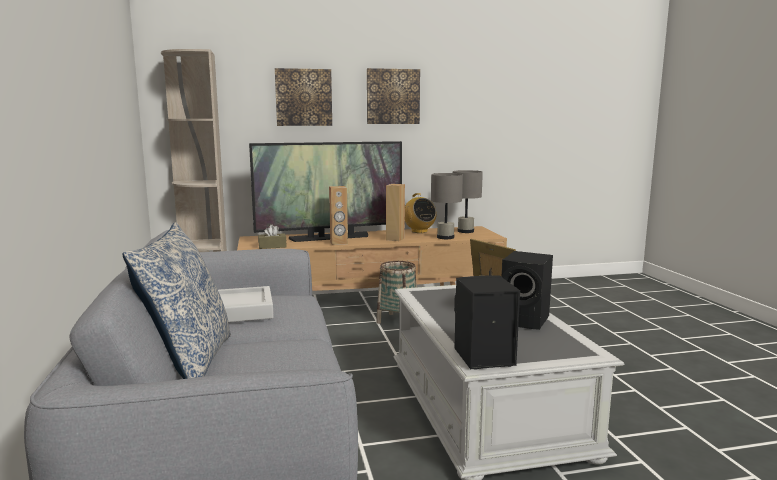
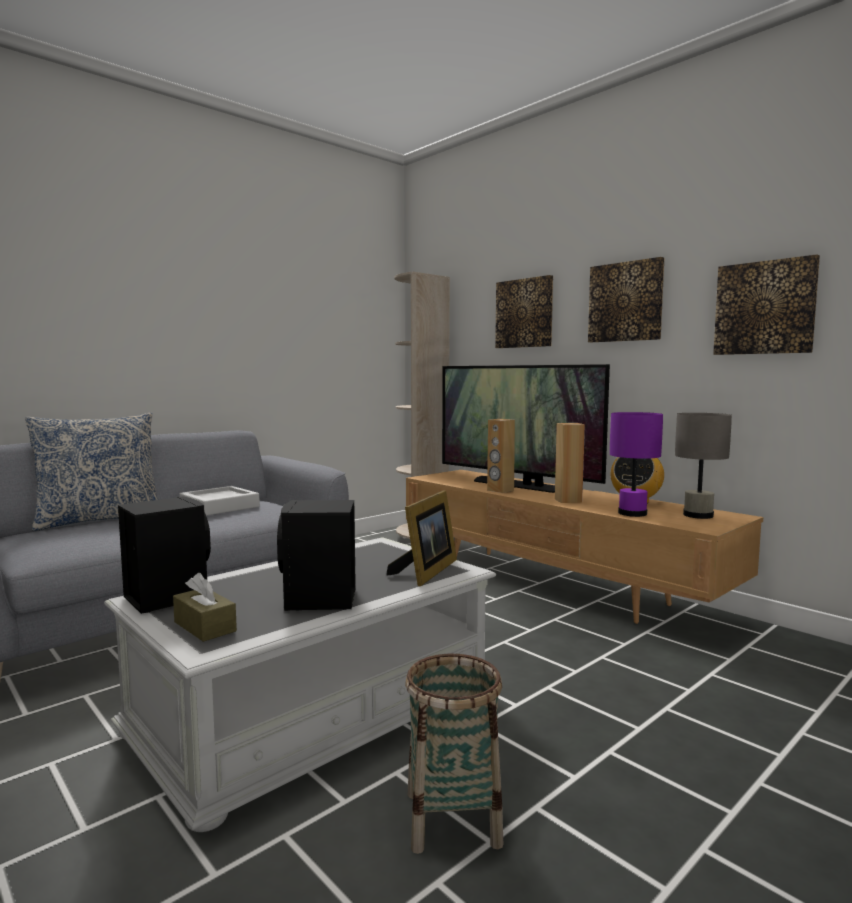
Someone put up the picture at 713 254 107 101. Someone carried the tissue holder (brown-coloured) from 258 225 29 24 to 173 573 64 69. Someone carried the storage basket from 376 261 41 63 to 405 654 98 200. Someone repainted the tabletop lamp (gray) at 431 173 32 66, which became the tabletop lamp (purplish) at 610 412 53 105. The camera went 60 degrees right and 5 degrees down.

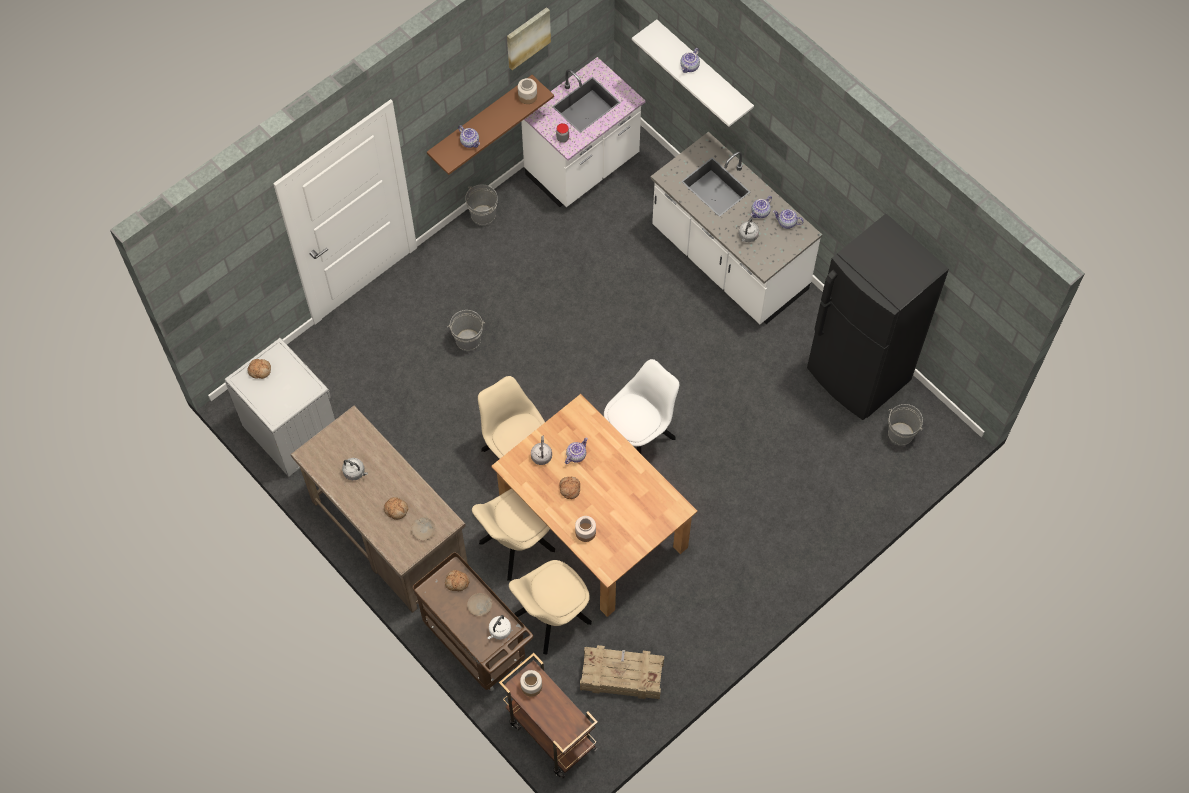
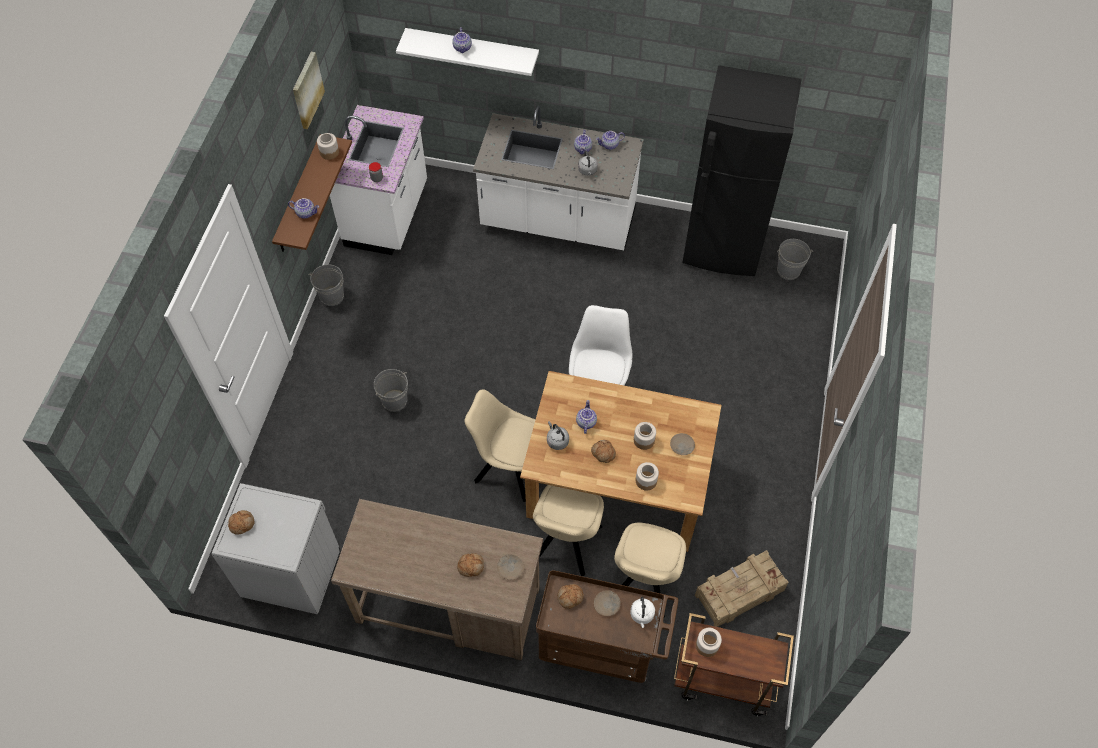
Someone took away the kettle (gray) at 342 458 26 22. Someone put down the preserve jar at 634 422 22 28. Someone put down the flat dish (beige) at 670 433 25 22. The camera went 35 degrees left and 5 degrees down.

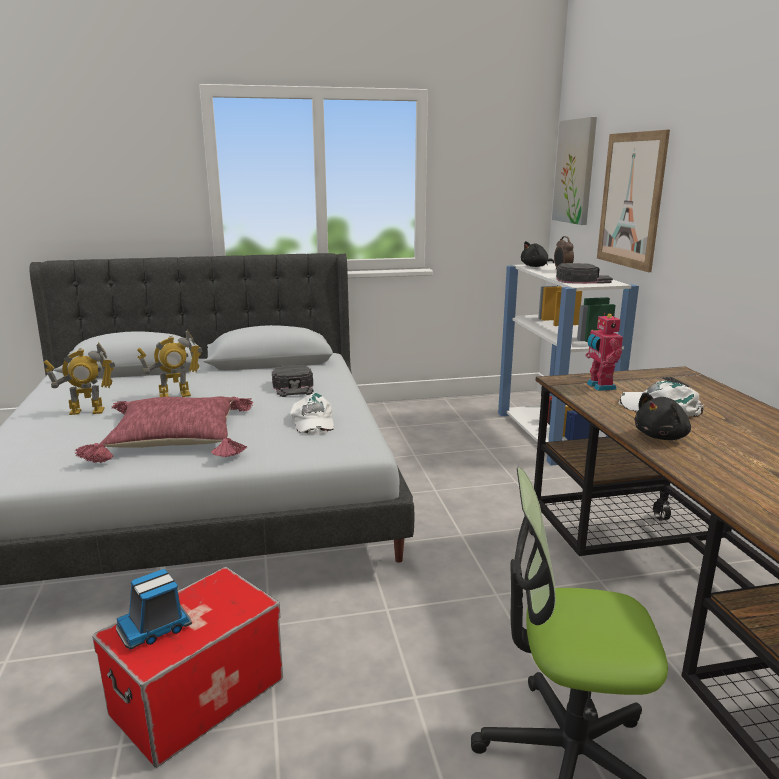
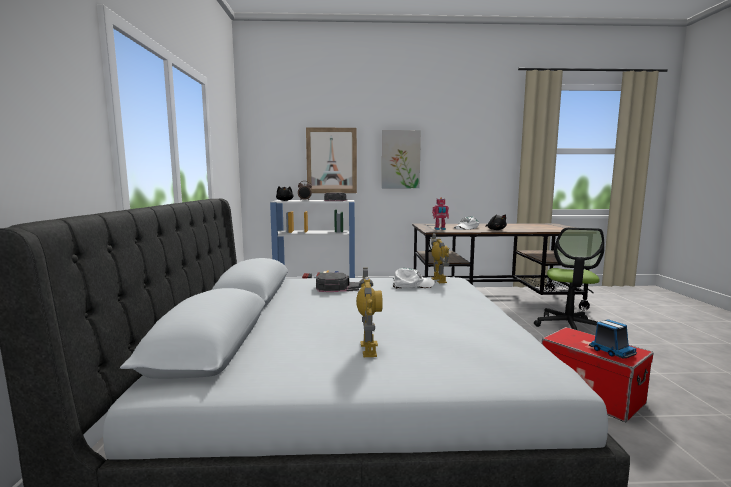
Someone took away the throw pillow (reddish) at 75 396 178 67. Someone carried the model robot from 137 330 66 67 to 431 233 18 50. Someone carried the picture from 552 117 45 108 to 382 130 39 58. The camera went 80 degrees left and 10 degrees down.

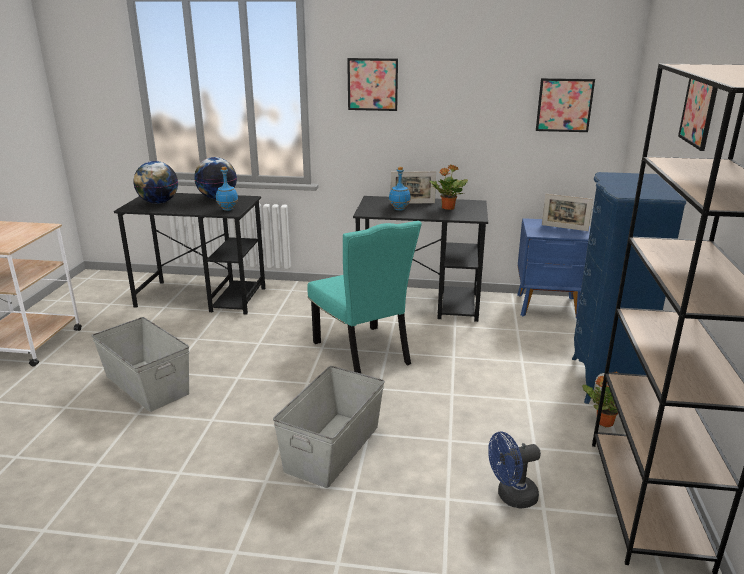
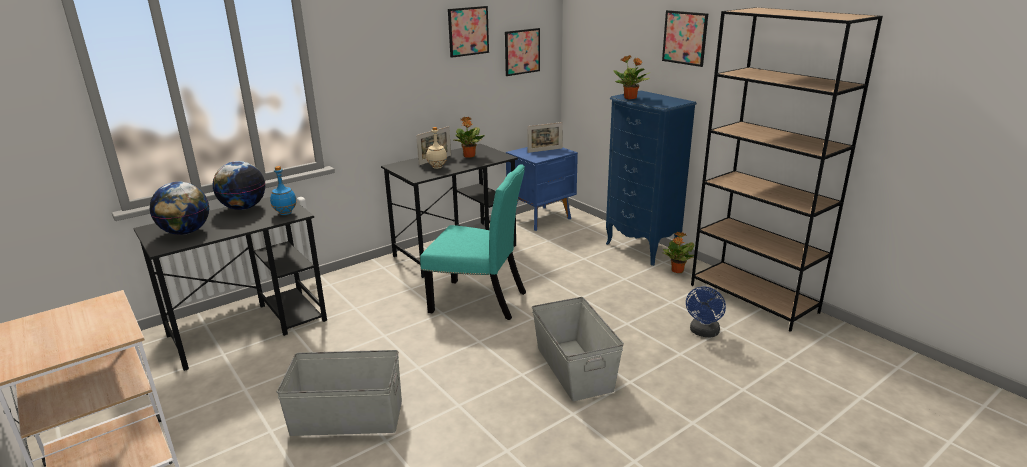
Someone put down the plant in a pot at 613 55 38 44. Someone carried the picture from 347 58 51 53 to 448 6 41 52. Someone repainted the beverage bottle (blue) at 389 166 22 45, which became the beverage bottle (beige) at 426 127 21 42. The camera went 45 degrees left and 0 degrees up.

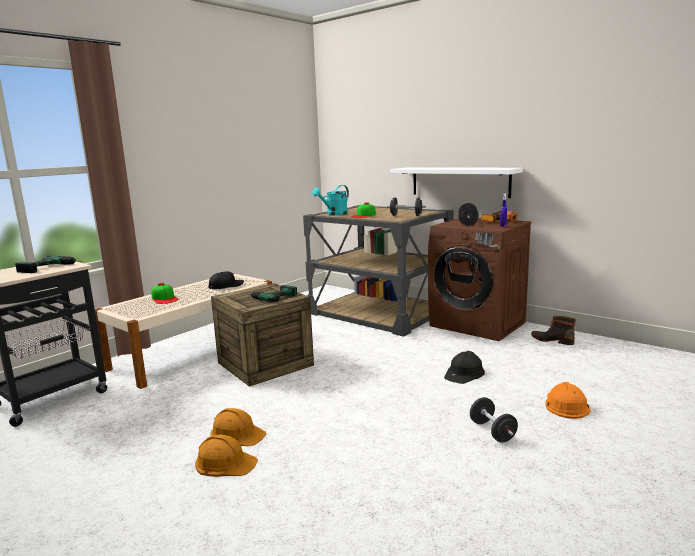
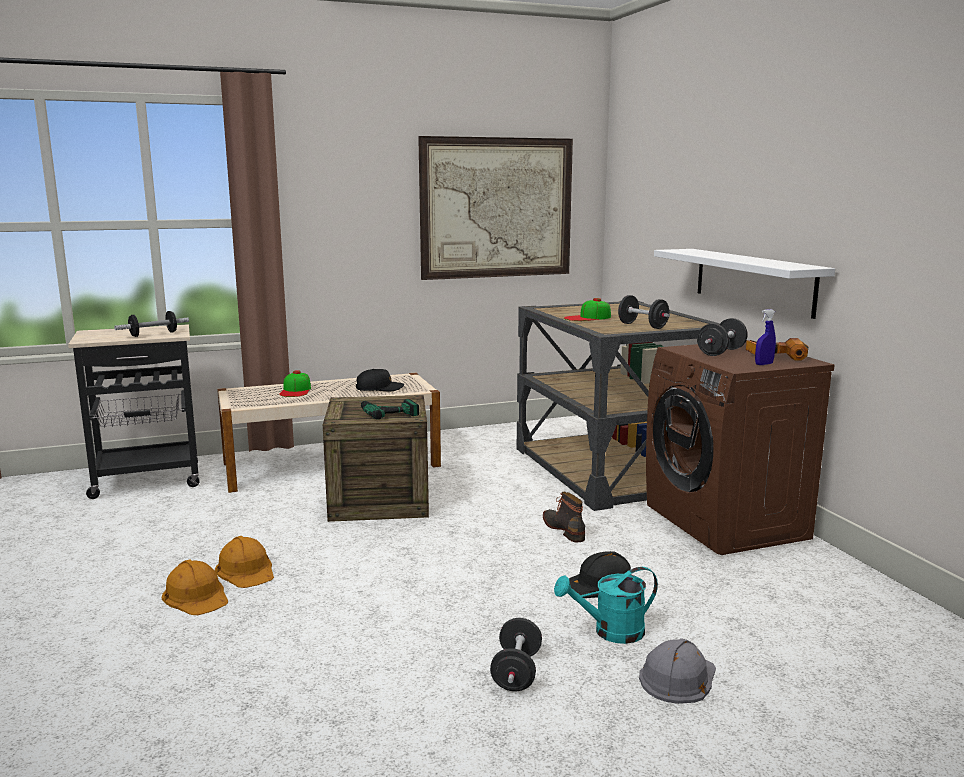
Someone put up the picture at 418 136 155 144. Someone carried the sprinkling can (blue-green) from 312 185 37 31 to 554 567 104 77. Someone carried the high-top boot from 531 316 45 29 to 543 492 42 50. Someone swapped the electric drill at 15 256 67 17 for the hand weight at 114 311 75 26. Someone repainted the work helmet (orange-coloured) at 545 382 46 37, which became the work helmet (gray) at 639 638 77 66. The camera went 30 degrees right and 0 degrees up.

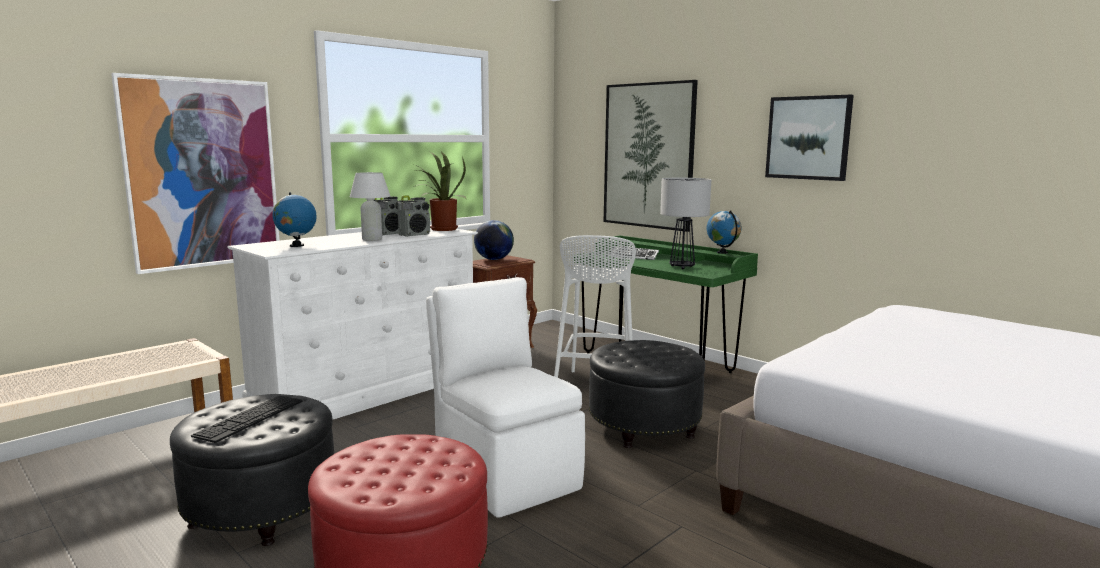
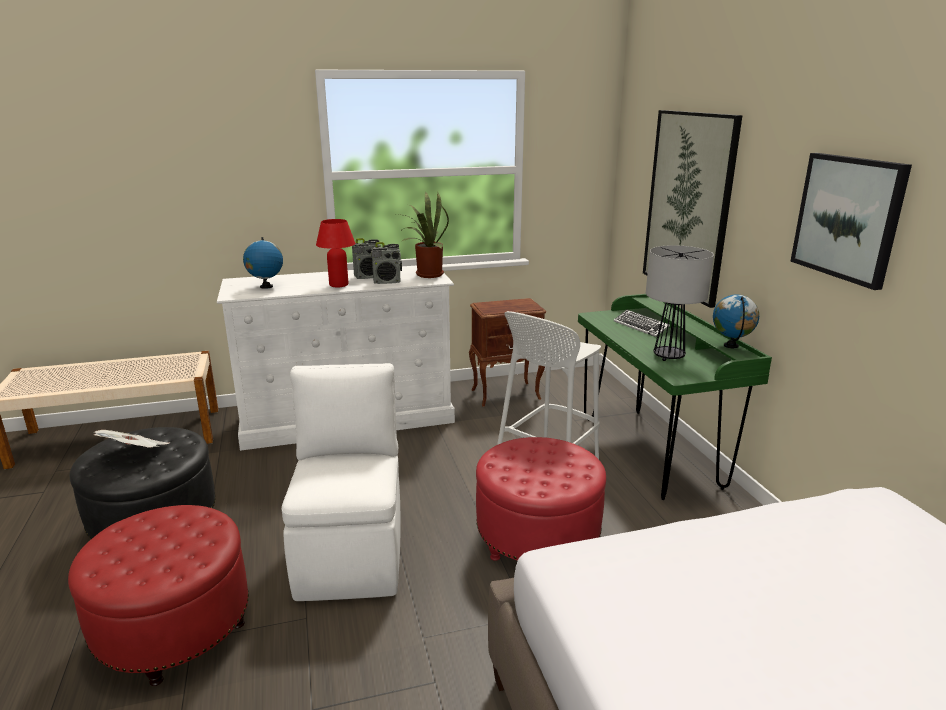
Someone took away the picture at 111 73 169 201. Someone took away the desk globe at 474 220 40 40. Someone swapped the keyboard at 191 396 112 47 for the newspaper at 94 430 75 18. Someone repainted the tabletop lamp (white) at 350 172 40 69, which became the tabletop lamp (reddish) at 316 219 39 68. Someone repainted the pouffe (black) at 589 340 116 108, which became the pouffe (reddish) at 476 437 130 124. The camera went 30 degrees right and 10 degrees up.

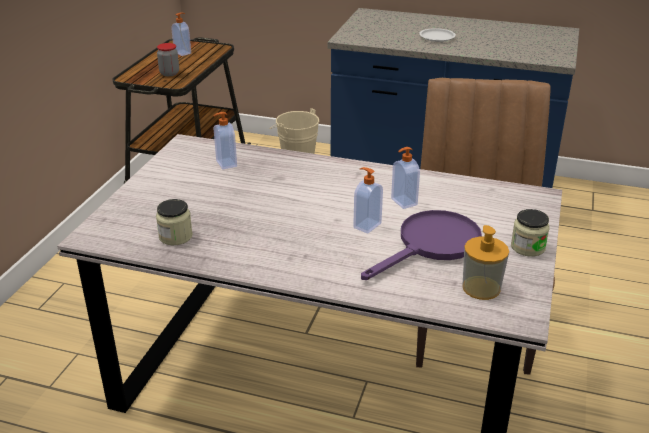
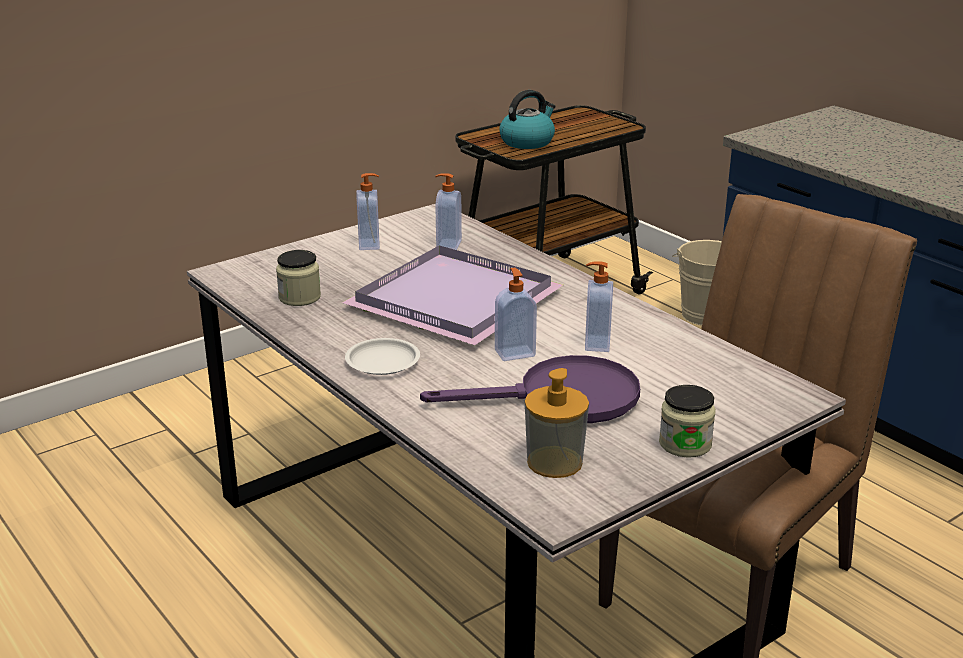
Someone put down the serving tray (purplish) at 342 246 221 99. Someone carried the soap dispenser from 171 12 20 44 to 356 173 24 77. Someone carried the flat dish (white) from 419 28 37 14 to 345 338 75 37. Someone swapped the preserve jar at 157 43 22 33 for the kettle at 499 90 57 59. The camera went 35 degrees right and 5 degrees down.

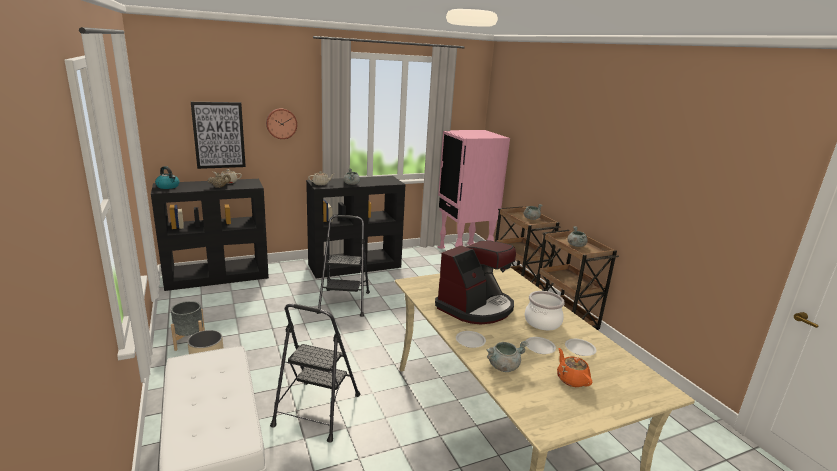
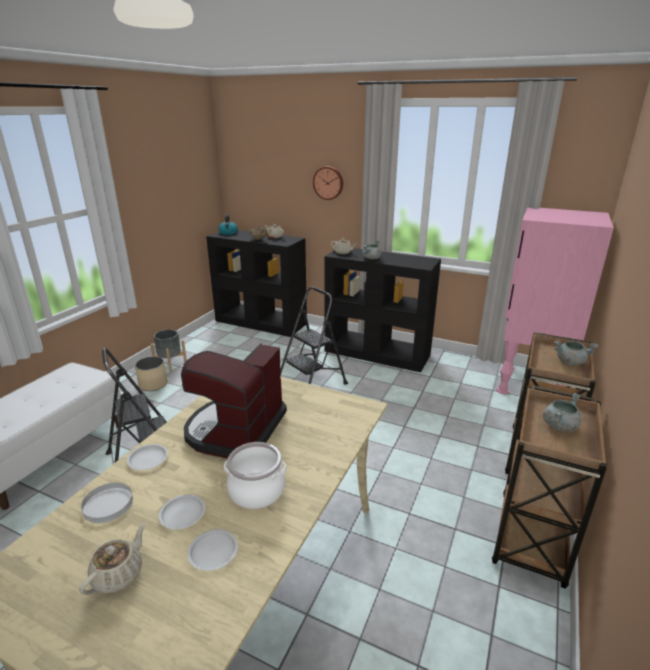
Someone took away the picture at 191 102 55 67. Someone swapped the cooking pot (gray) at 486 341 42 31 for the flat dish (white) at 81 483 52 40. Someone repainted the teapot (orange-coloured) at 557 348 35 39, which became the teapot (beige) at 79 523 66 72. Someone rotated the coffee maker at 435 241 81 84 by 105 degrees clockwise. The camera went 50 degrees right and 5 degrees up.

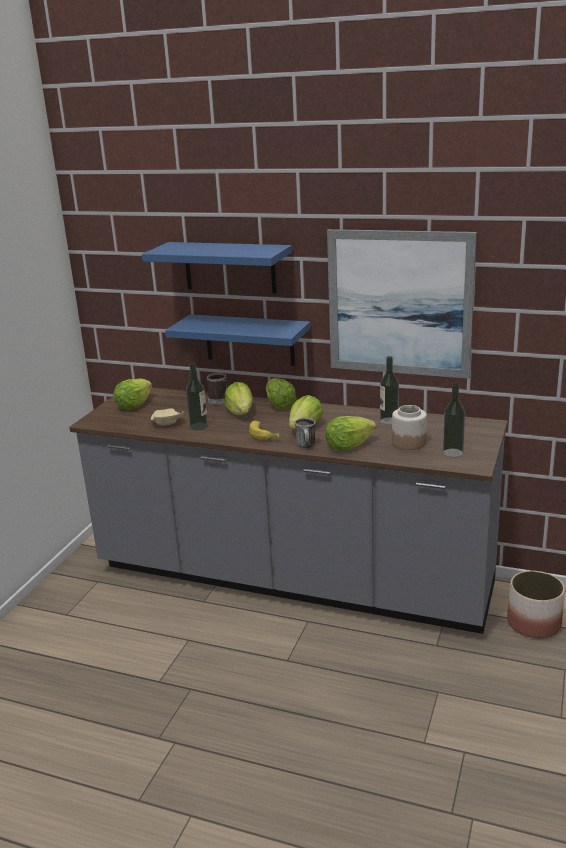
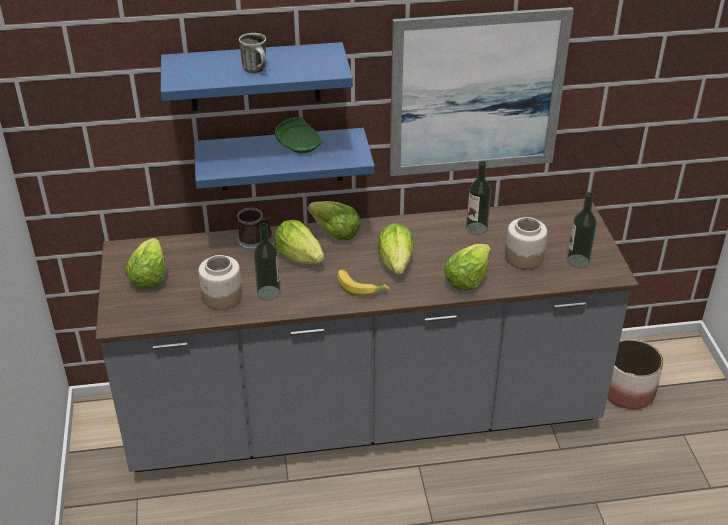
Someone put down the flat dish (green-coloured) at 275 117 48 36. Someone carried the mug from 295 418 21 30 to 239 33 27 40. Someone swapped the flat dish (beige) at 151 408 33 17 for the preserve jar at 198 255 44 55. The camera went 30 degrees left and 15 degrees up.

